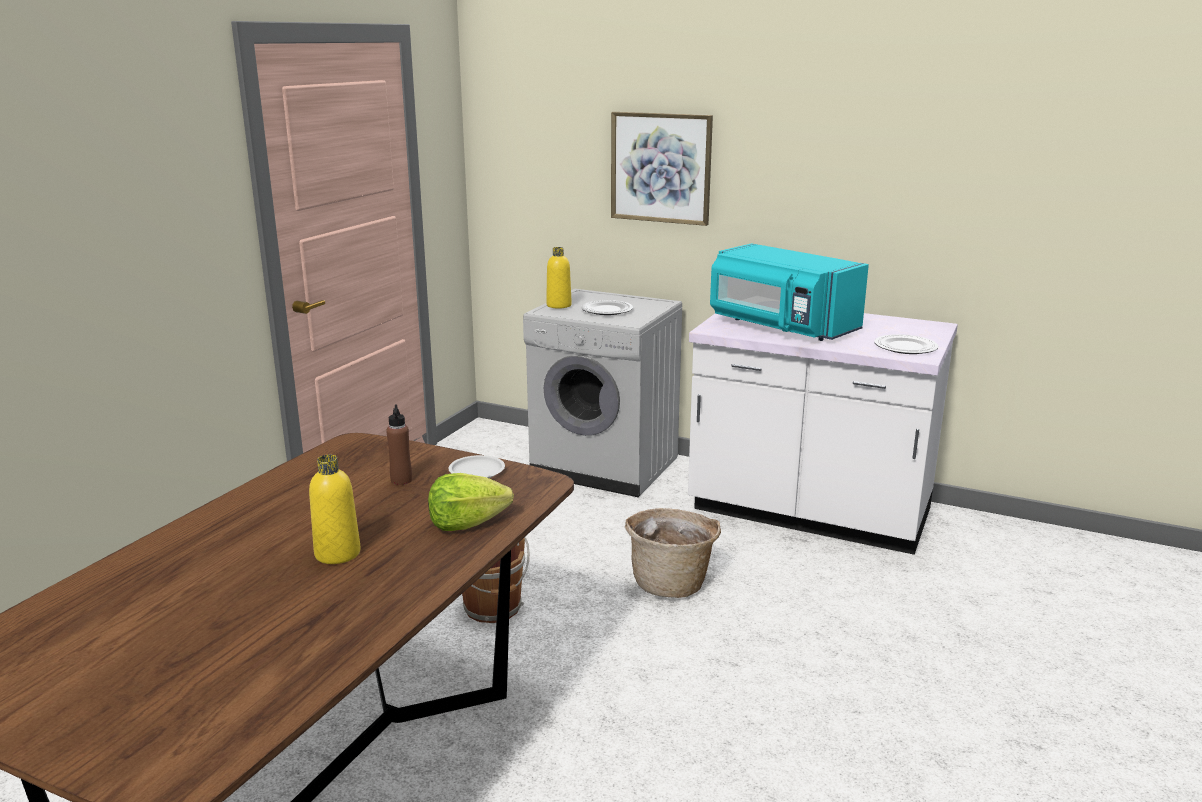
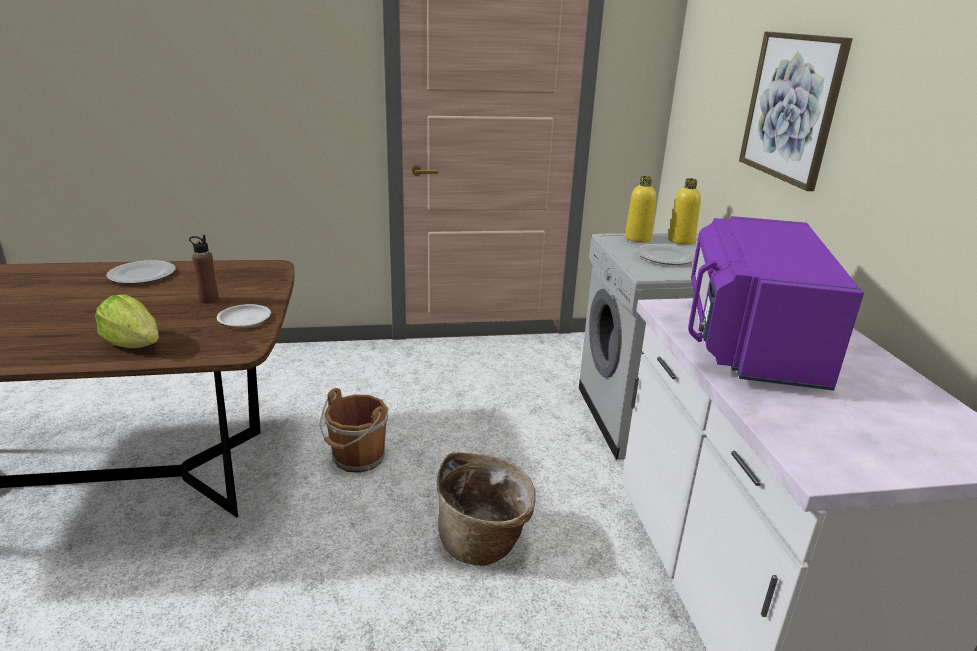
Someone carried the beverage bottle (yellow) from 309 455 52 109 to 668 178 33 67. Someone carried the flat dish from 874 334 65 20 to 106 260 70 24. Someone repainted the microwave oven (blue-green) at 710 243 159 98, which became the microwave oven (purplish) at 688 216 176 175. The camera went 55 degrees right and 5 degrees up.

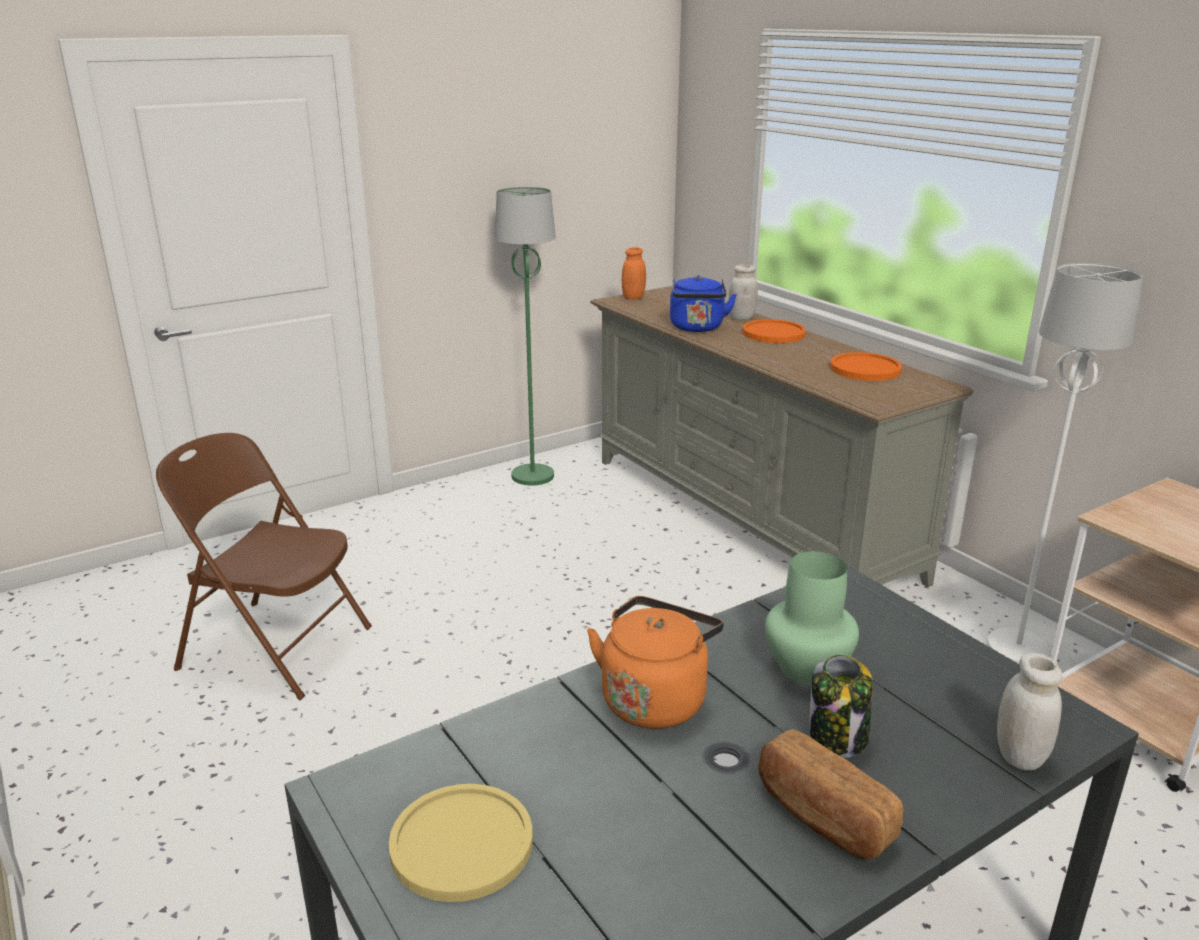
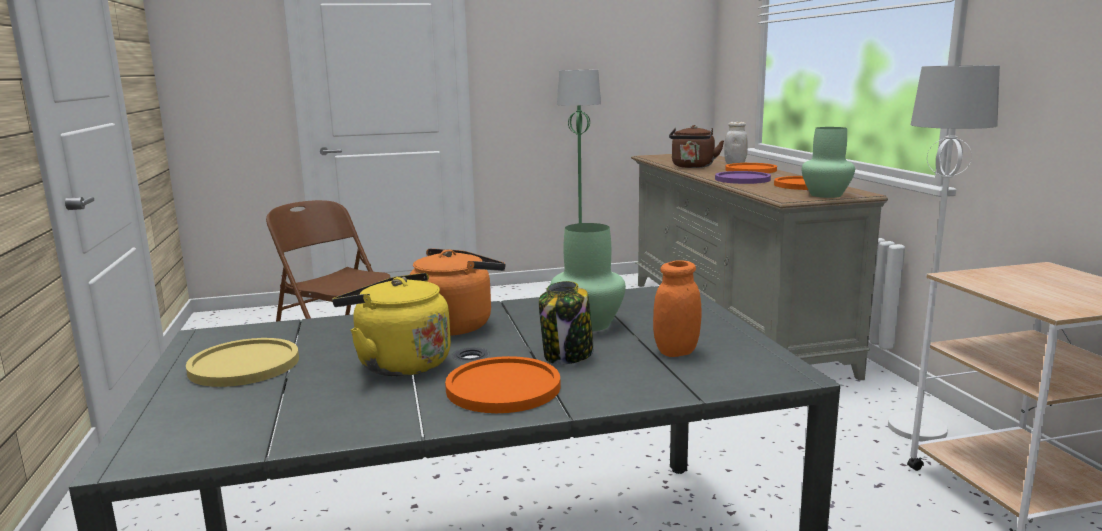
Someone took away the preserve jar (white) at 997 653 65 118. Someone put down the kettle (yellow) at 332 273 119 103. Someone put down the flat dish (purplish) at 715 171 56 13. Someone put down the vase (green-coloured) at 802 127 53 71. Someone carried the preserve jar (orange-coloured) from 622 247 24 53 to 653 260 49 97. Someone swapped the bakery bread at 758 729 145 131 for the flat dish (orange-coloured) at 445 356 116 57. Someone repainted the kettle (blue) at 670 275 67 57, which became the kettle (brown-coloured) at 669 125 55 43. The camera went 20 degrees right and 10 degrees down.

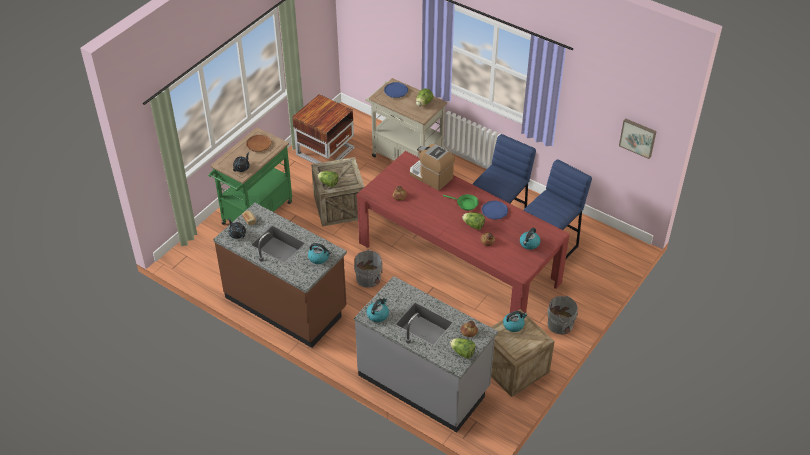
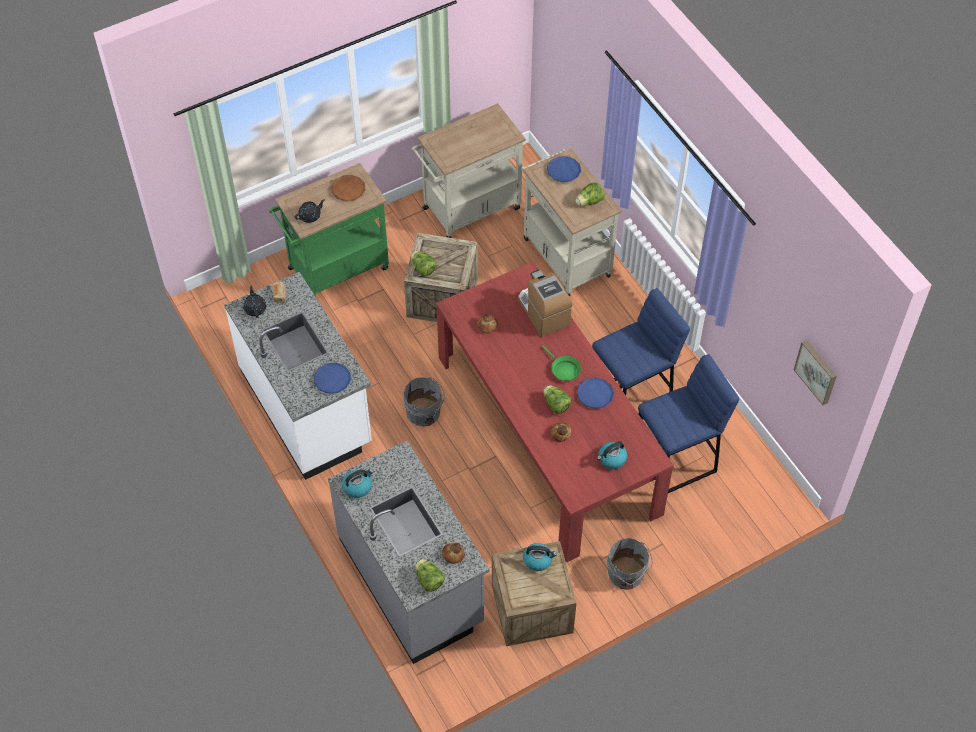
Someone swapped the nightstand at 292 94 62 70 for the cart (beige) at 411 103 115 135. Someone swapped the kettle at 308 243 24 21 for the flat dish (blue) at 314 363 37 31. Someone repainted the kitchen base unit (brown-coloured) at 213 203 134 145, which became the kitchen base unit (white) at 224 272 148 208. The camera went 25 degrees right and 10 degrees up.

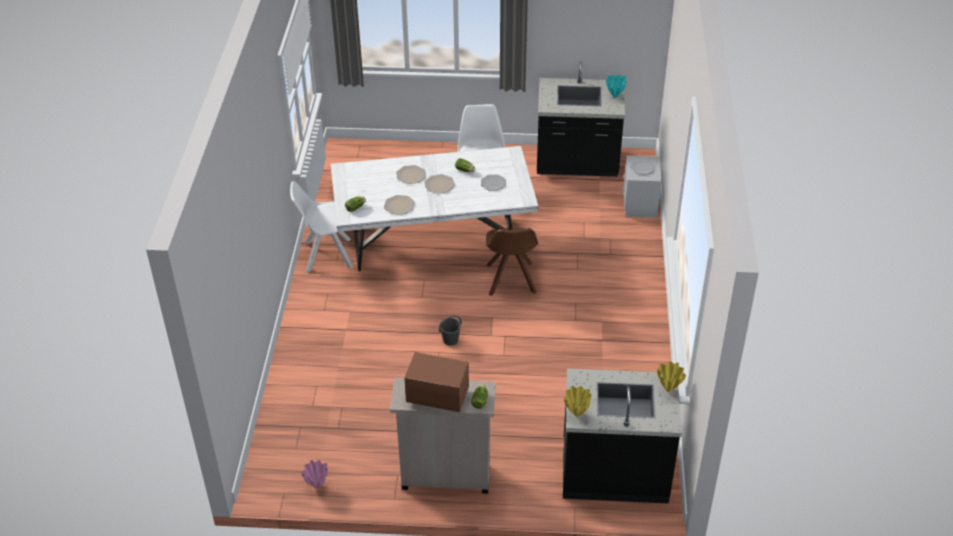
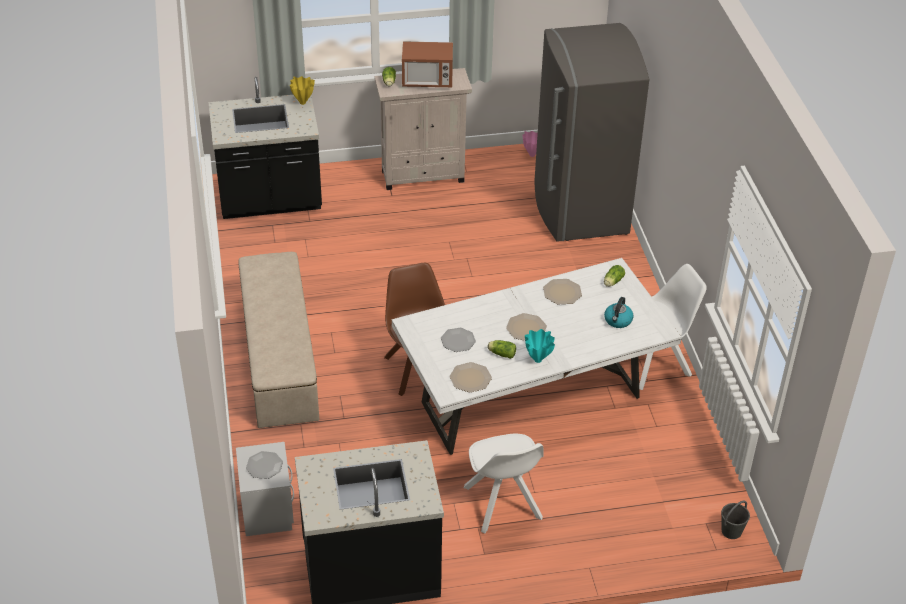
Someone took away the vase (yellow) at 657 362 29 30. Someone put down the indoor bench (beige) at 238 252 81 176. Someone put down the refrigerator (gray) at 534 23 115 219. Someone put down the kettle at 604 297 30 31. Someone carried the flat dish from 396 165 30 19 to 450 362 42 31. Someone carried the bucket (gray) from 439 316 23 29 to 721 501 29 38. Someone carried the vase (blue-green) from 606 75 21 23 to 525 329 30 34. The camera went 165 degrees right and 0 degrees up.

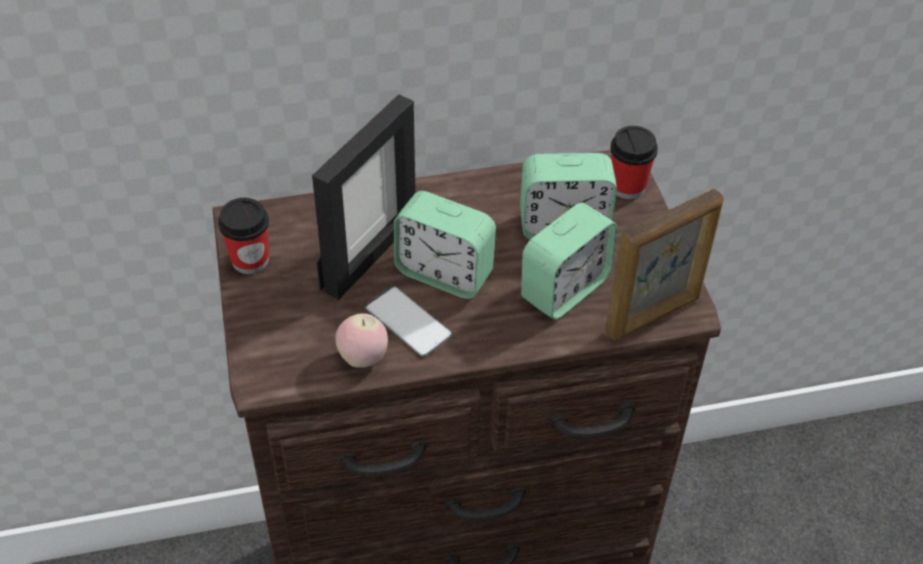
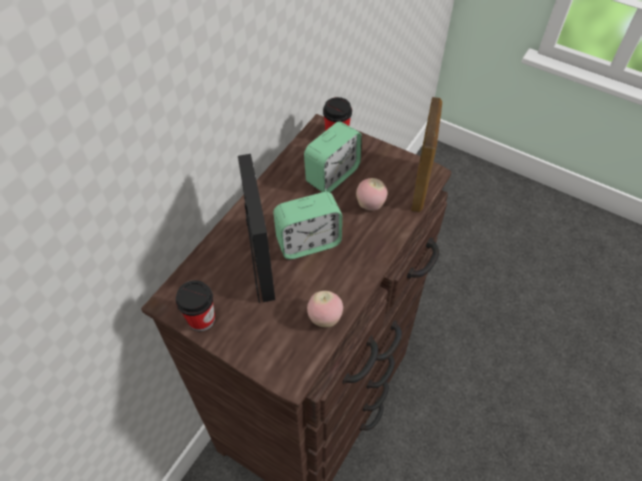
Someone took away the phone at 365 286 87 70. Someone swapped the bedside clock at 521 202 96 118 for the apple fruit at 356 178 31 33. The camera went 45 degrees left and 5 degrees up.

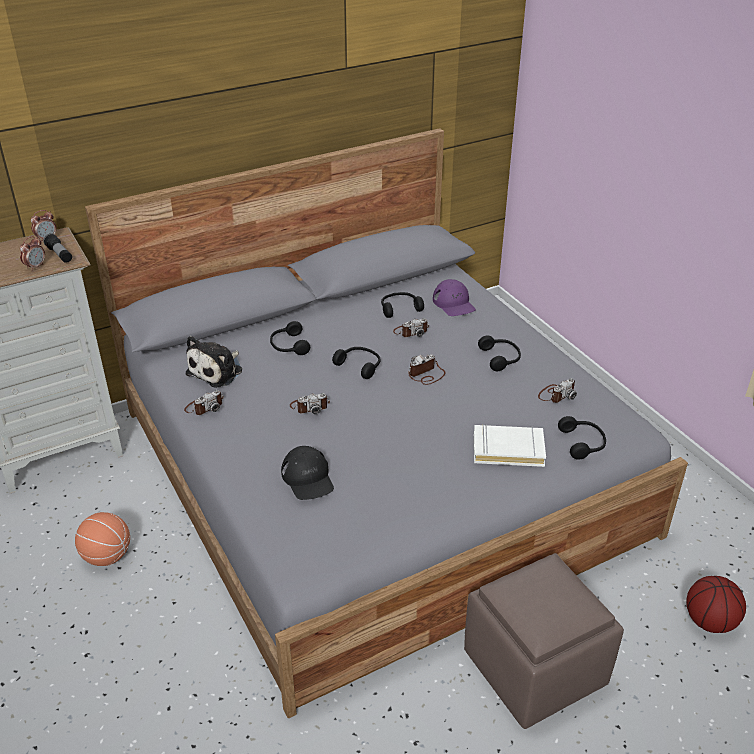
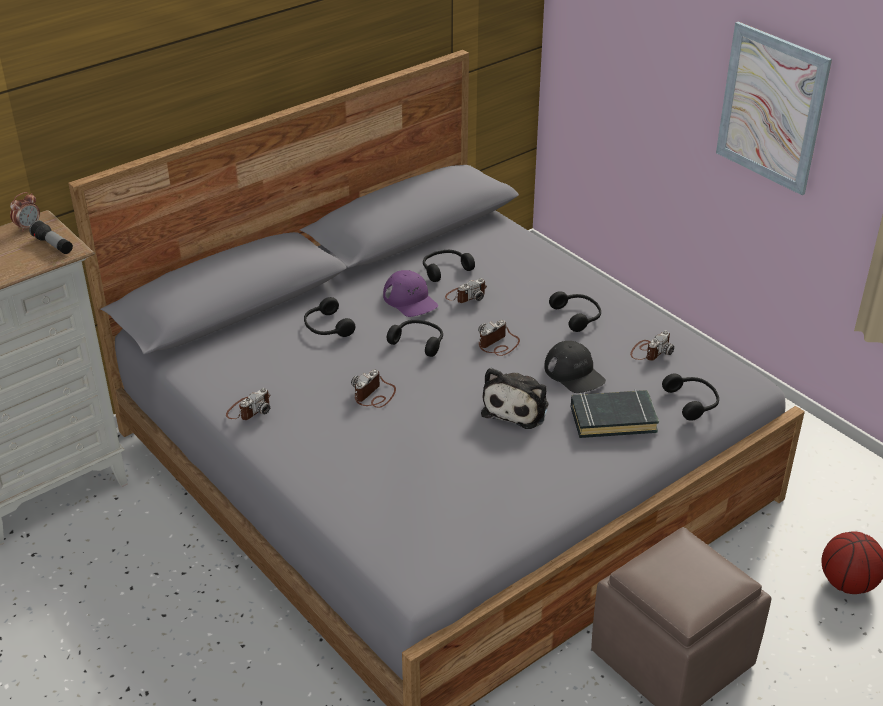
Someone took away the bedside clock at 20 236 25 35. Someone took away the basketball ball at 75 512 55 54. Someone put up the picture at 716 22 116 173. Someone carried the soft toy from 185 336 57 52 to 481 368 68 61. Someone carried the cap (black) from 281 446 53 54 to 544 341 62 52. Someone carried the cap (purplish) from 433 279 43 37 to 383 270 55 47. Someone repainted the book (white) at 474 424 72 43, which became the book (black) at 571 389 88 49. Someone rotated the photo camera at 290 393 40 22 by 150 degrees clockwise. The camera went 10 degrees left and 0 degrees up.

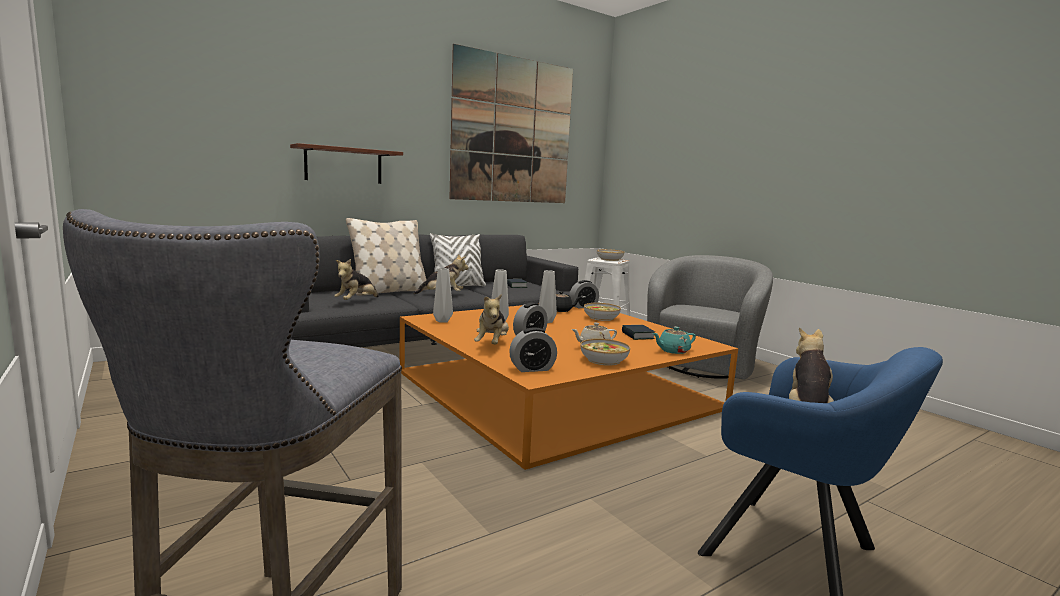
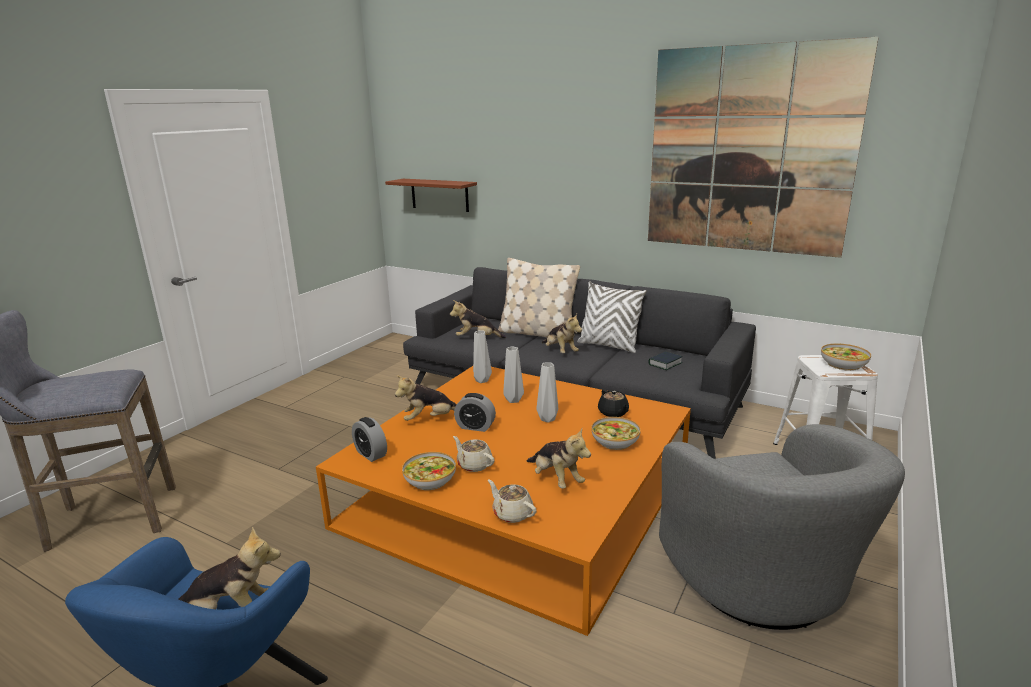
Someone took away the bedside clock at 569 280 30 28. Someone carried the bracket shelf (brown-coloured) from 290 143 113 41 to 385 179 92 33. Someone swapped the book at 622 325 33 15 for the soft toy at 527 429 64 59. Someone repainted the teapot (blue-green) at 653 327 43 27, which became the teapot (beige) at 488 480 49 43. Someone rotated the lounge chair (gray) at 647 255 126 125 by 75 degrees clockwise. The camera went 65 degrees right and 10 degrees up.

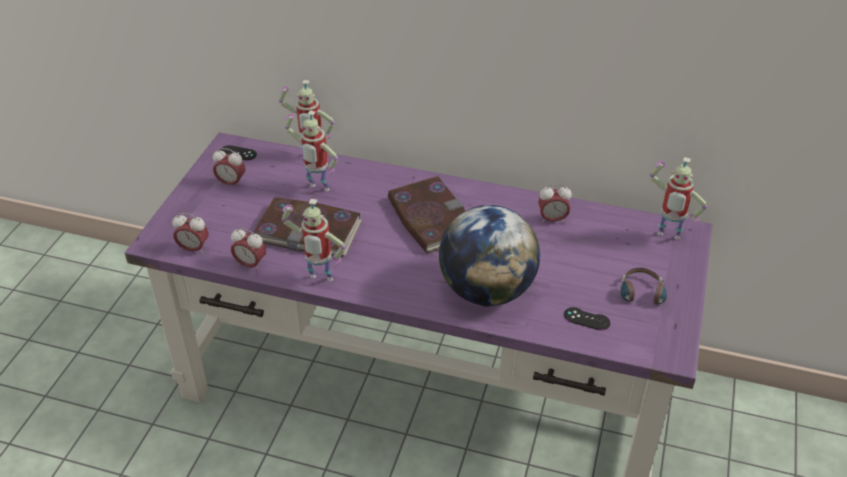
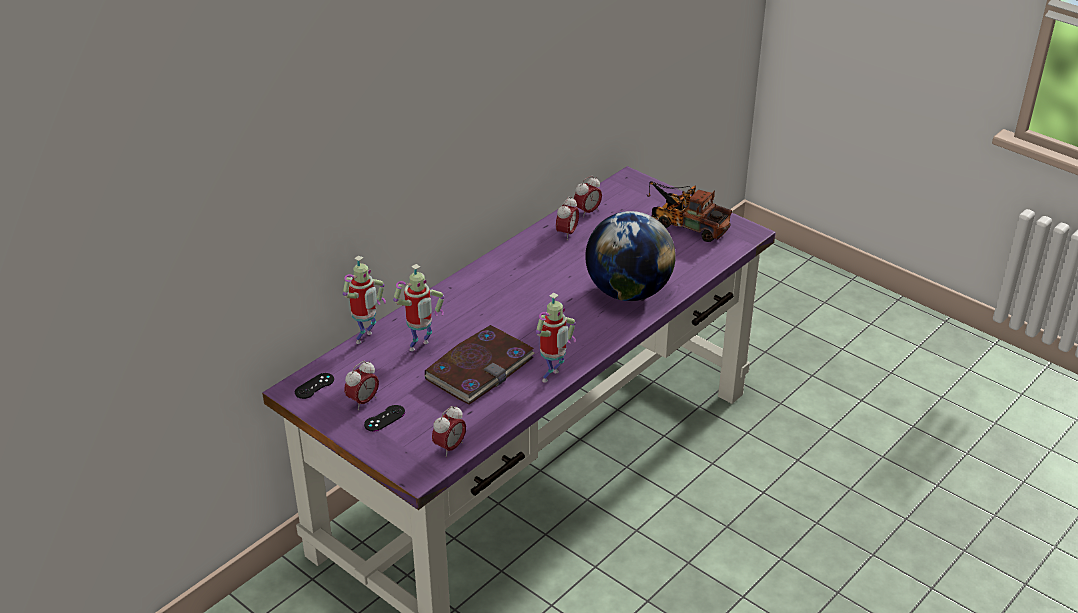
Someone took away the book at 388 176 77 78. Someone took away the model robot at 650 157 57 83. Someone carried the bedside clock from 231 228 35 43 to 574 176 28 42. Someone carried the gamepad (black) from 564 307 46 23 to 364 405 41 26. Someone swapped the headset at 621 268 46 42 for the toy lorry at 647 181 85 61. The camera went 65 degrees left and 5 degrees down.

